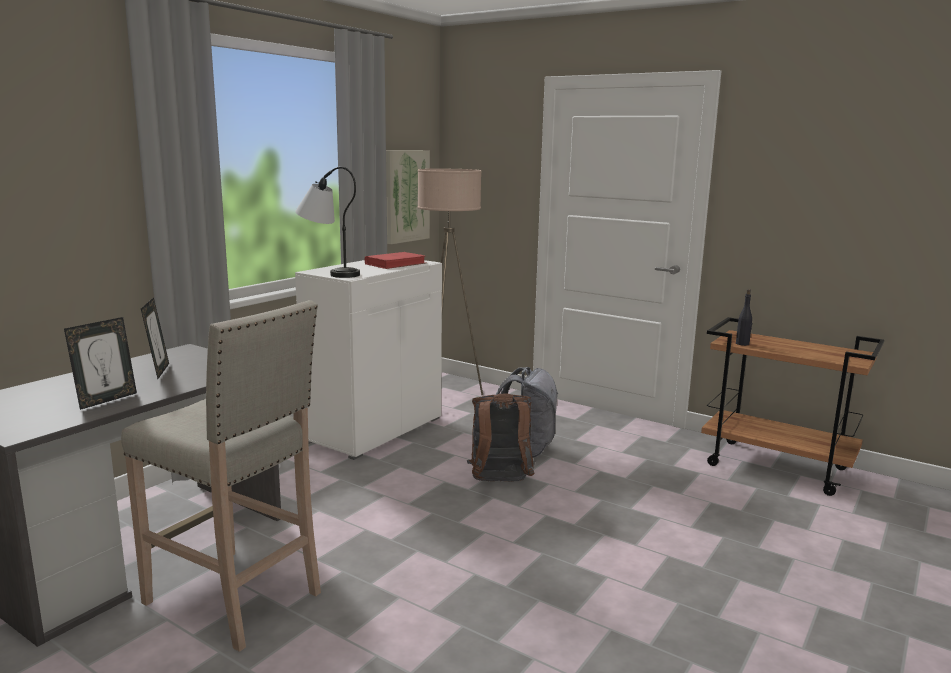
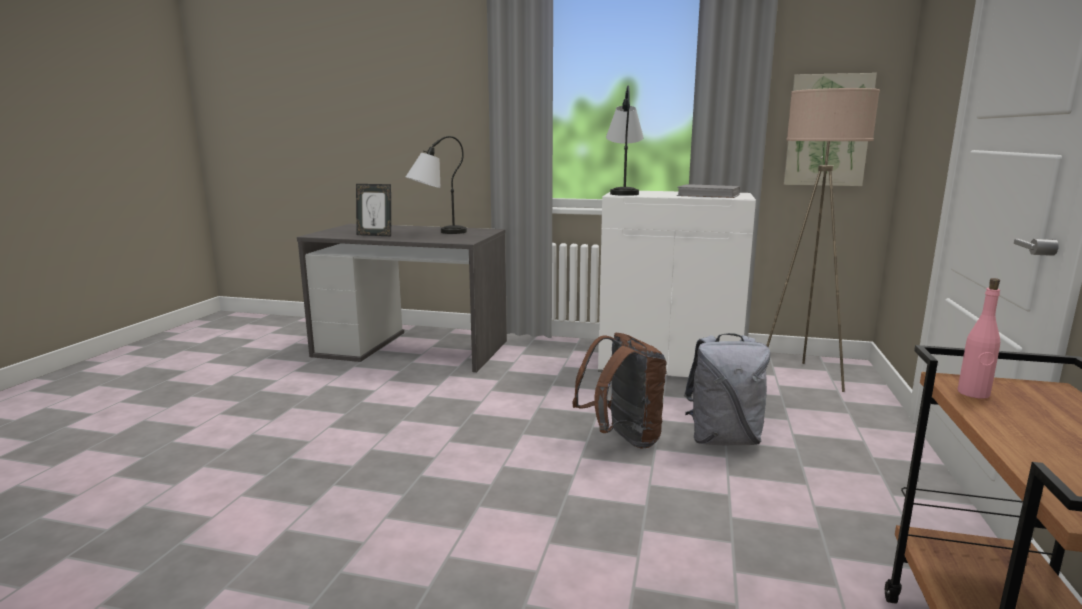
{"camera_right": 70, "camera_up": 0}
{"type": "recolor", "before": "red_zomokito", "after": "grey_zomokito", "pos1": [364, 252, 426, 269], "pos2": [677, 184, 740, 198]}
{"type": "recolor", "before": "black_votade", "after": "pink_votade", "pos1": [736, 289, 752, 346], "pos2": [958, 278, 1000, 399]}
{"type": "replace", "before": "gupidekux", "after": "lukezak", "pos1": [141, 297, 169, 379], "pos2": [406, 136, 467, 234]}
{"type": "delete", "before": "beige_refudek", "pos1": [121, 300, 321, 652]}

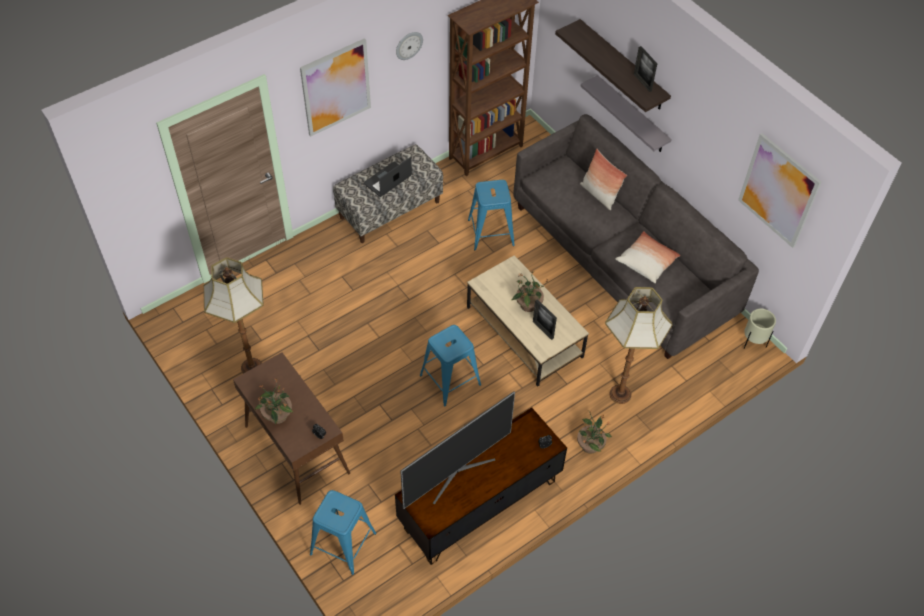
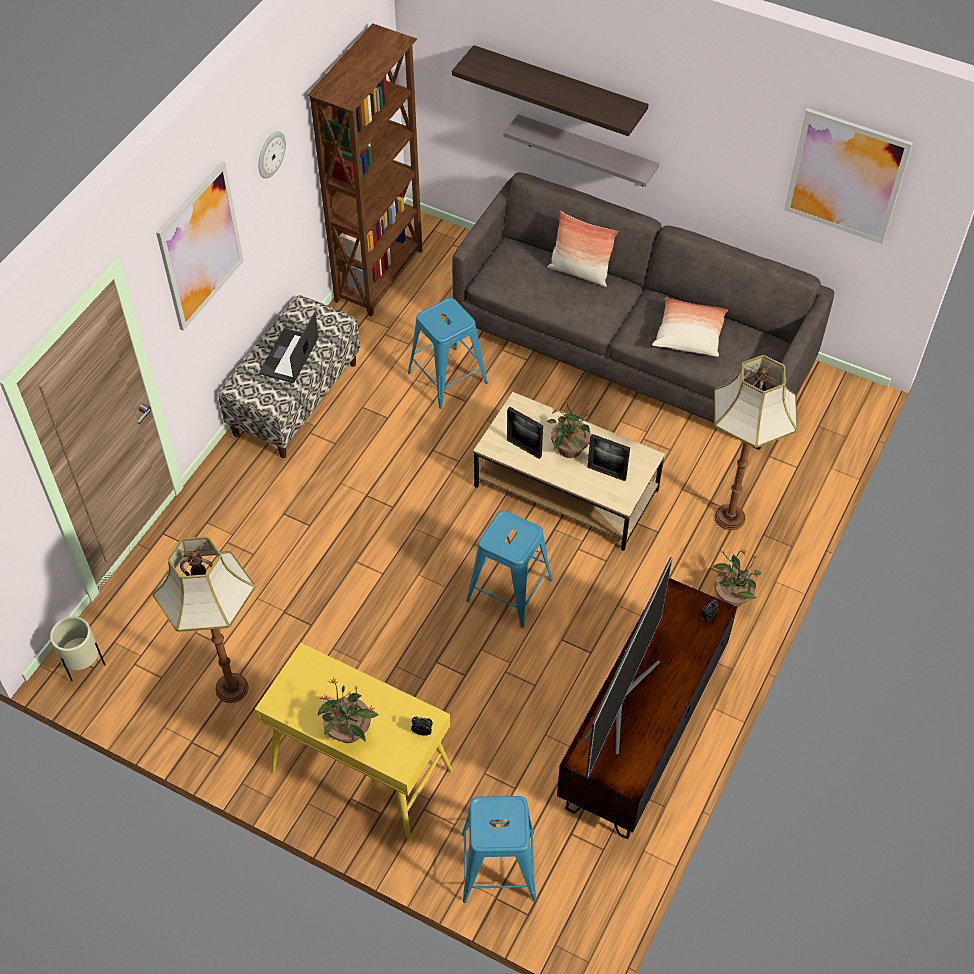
{"camera_right": -25, "camera_up": 0}
{"type": "move", "before": "gupidekux", "pos1": [634, 46, 657, 92], "pos2": [507, 407, 543, 459]}
{"type": "move", "before": "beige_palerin", "pos1": [744, 309, 776, 349], "pos2": [50, 616, 105, 681]}
{"type": "recolor", "before": "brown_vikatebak", "after": "yellow_vikatebak", "pos1": [233, 352, 350, 505], "pos2": [255, 643, 453, 843]}

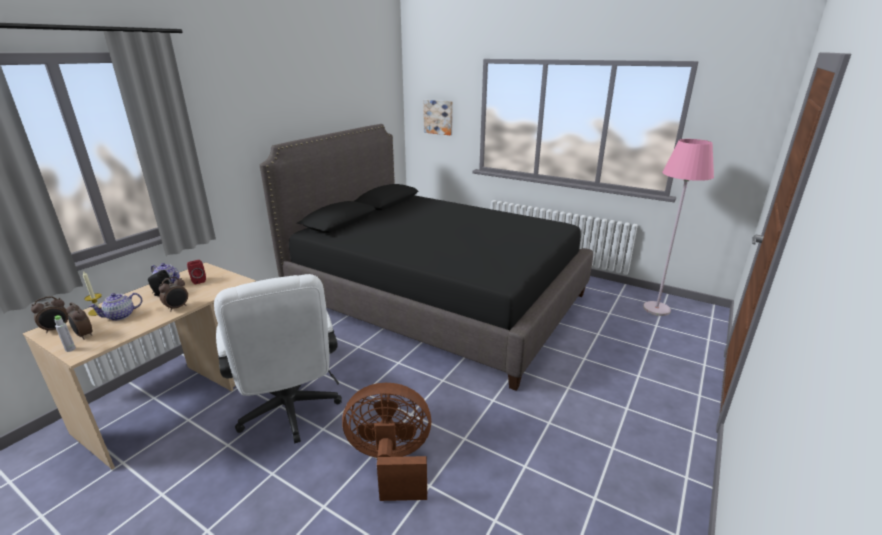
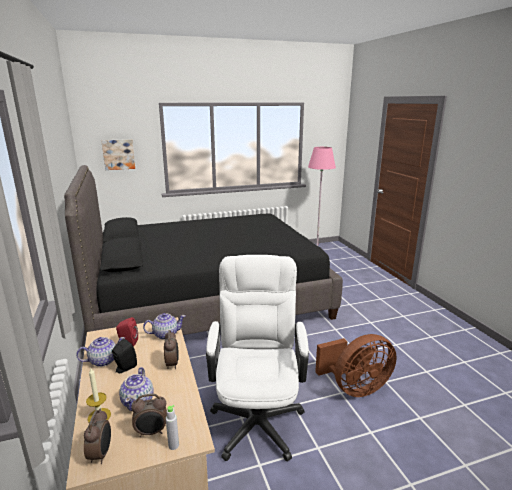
{"camera_right": -50, "camera_up": -5}
{"type": "rotate", "before": "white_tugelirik", "pos1": [214, 274, 342, 444], "pos2": [206, 255, 309, 462], "turn": -105}
{"type": "rotate", "before": "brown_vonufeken", "pos1": [342, 383, 431, 501], "pos2": [315, 334, 397, 397], "turn": -150}
{"type": "insert", "after": "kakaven", "pos2": [143, 313, 185, 340]}

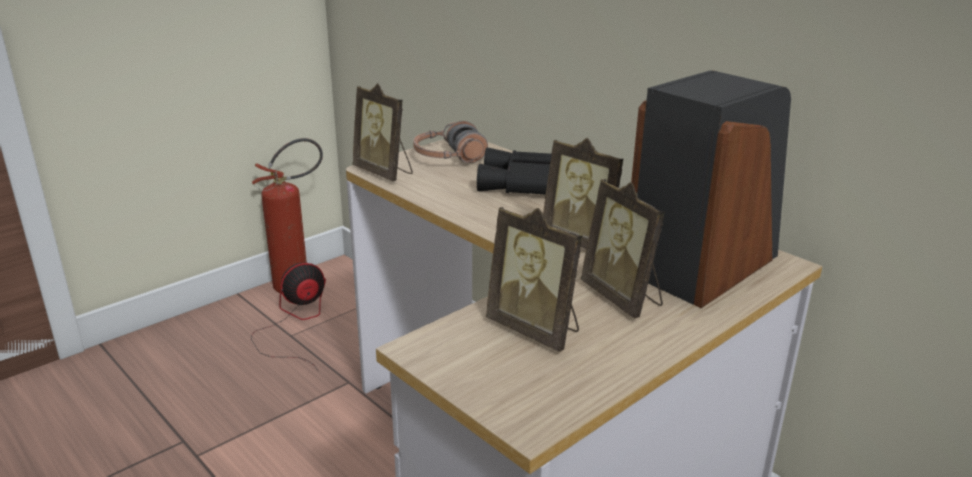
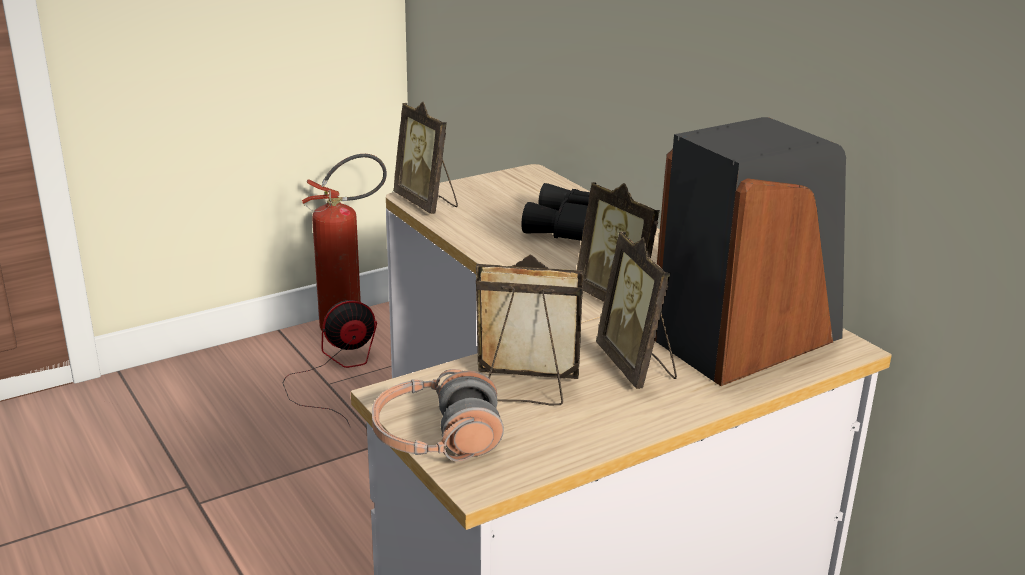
{"camera_right": 10, "camera_up": 0}
{"type": "move", "before": "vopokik", "pos1": [413, 121, 488, 163], "pos2": [372, 369, 504, 462]}
{"type": "rotate", "before": "gupidekux", "pos1": [486, 207, 582, 352], "pos2": [476, 255, 583, 405], "turn": 135}

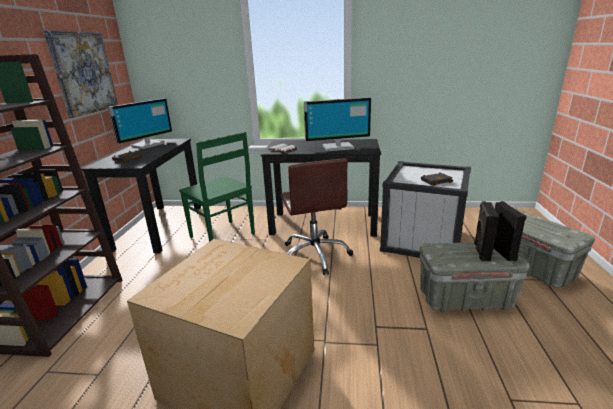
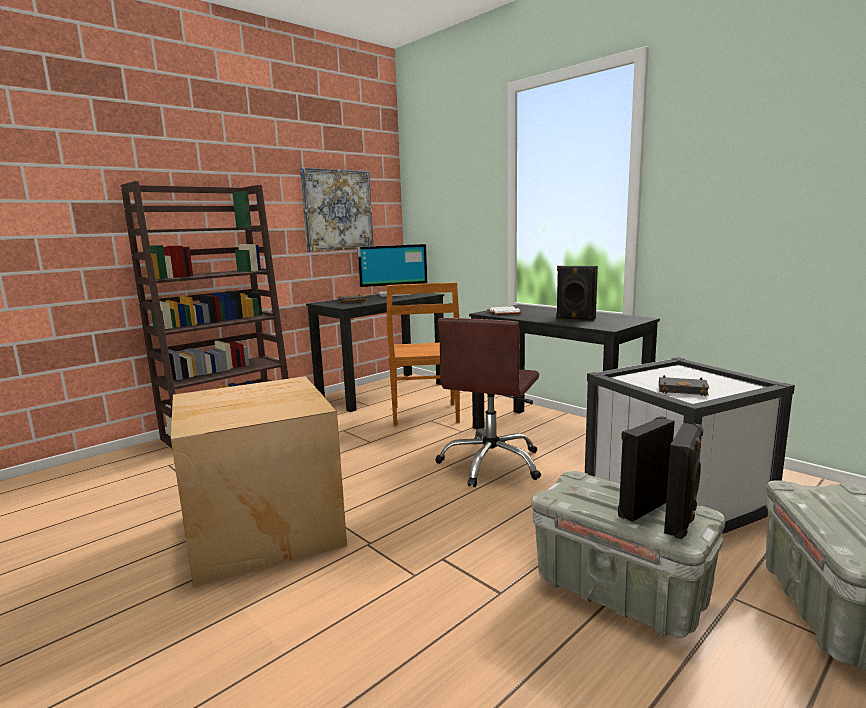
{"camera_right": 40, "camera_up": -10}
{"type": "replace", "before": "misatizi", "after": "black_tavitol", "pos1": [304, 97, 371, 151], "pos2": [556, 266, 598, 321]}
{"type": "recolor", "before": "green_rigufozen", "after": "brown_rigufozen", "pos1": [179, 132, 255, 242], "pos2": [387, 282, 460, 426]}

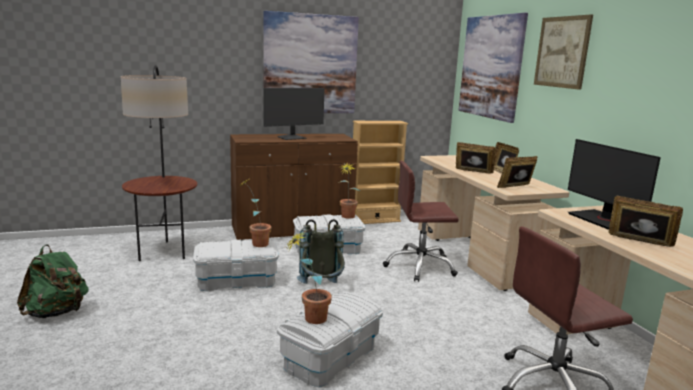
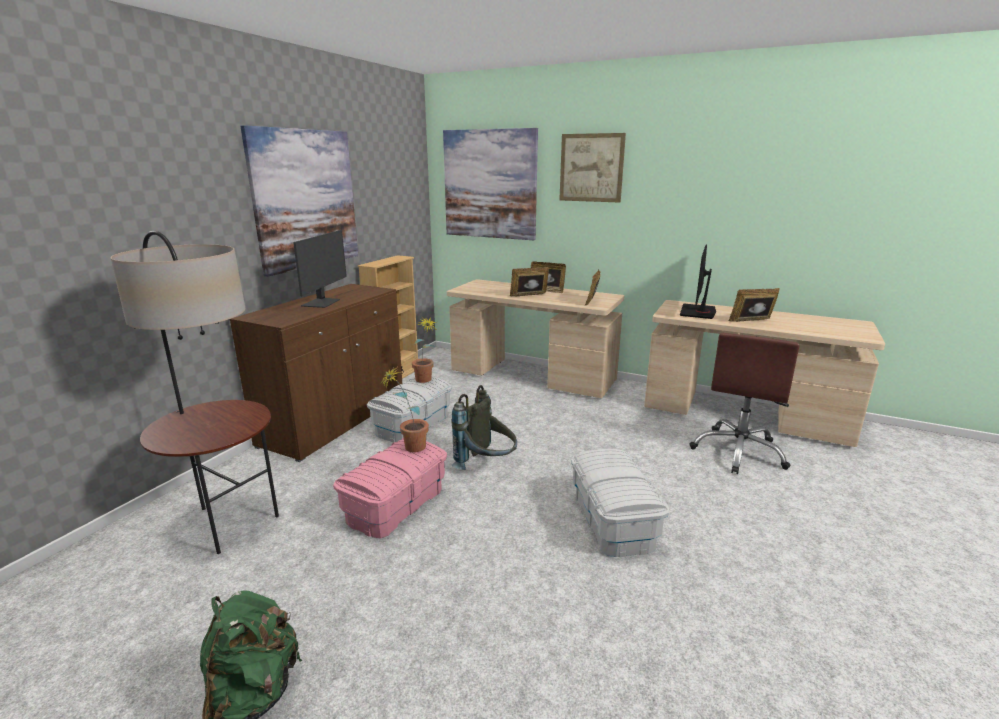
{"camera_right": -45, "camera_up": 5}
{"type": "rotate", "before": "misatizi", "pos1": [568, 139, 661, 230], "pos2": [680, 244, 716, 319], "turn": 90}
{"type": "delete", "before": "brown_tugelirik", "pos1": [383, 161, 459, 282]}
{"type": "delete", "before": "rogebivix", "pos1": [285, 232, 332, 324]}
{"type": "recolor", "before": "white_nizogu", "after": "pink_nizogu", "pos1": [193, 239, 279, 291], "pos2": [333, 438, 447, 539]}

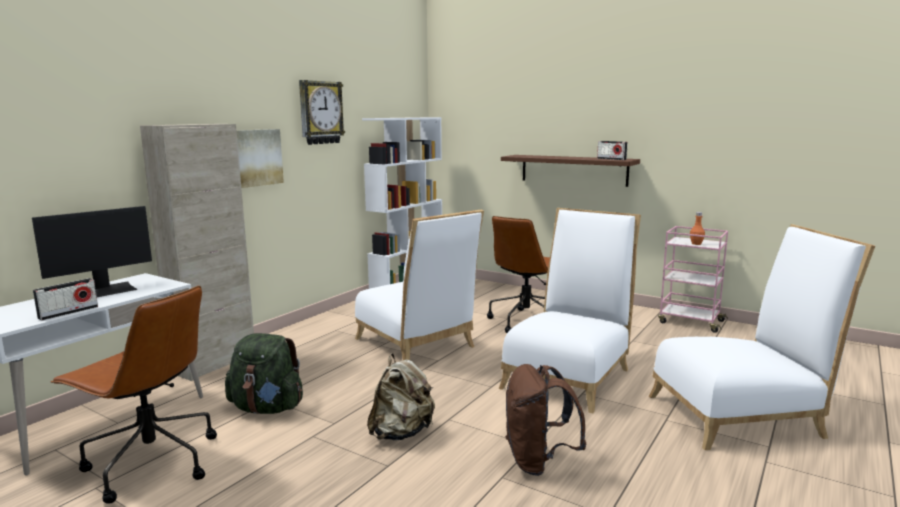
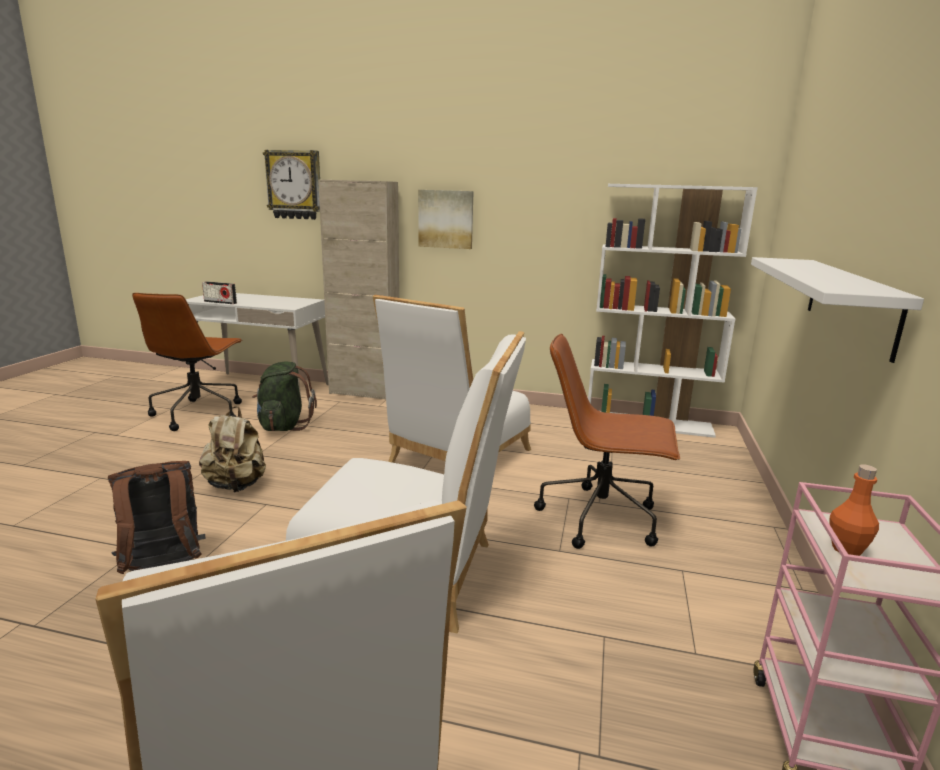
{"camera_right": 70, "camera_up": 5}
{"type": "move", "before": "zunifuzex", "pos1": [299, 80, 345, 145], "pos2": [263, 150, 320, 220]}
{"type": "delete", "before": "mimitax", "pos1": [597, 141, 628, 160]}
{"type": "recolor", "before": "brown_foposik", "after": "white_foposik", "pos1": [501, 155, 640, 187], "pos2": [751, 257, 924, 363]}
{"type": "delete", "before": "misatizi", "pos1": [32, 206, 152, 297]}

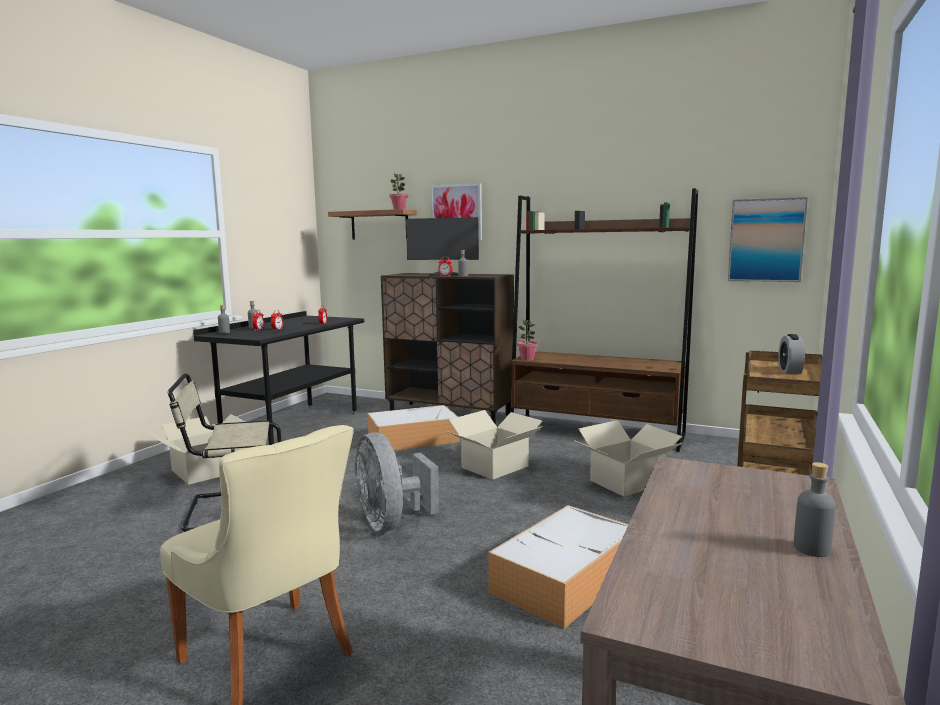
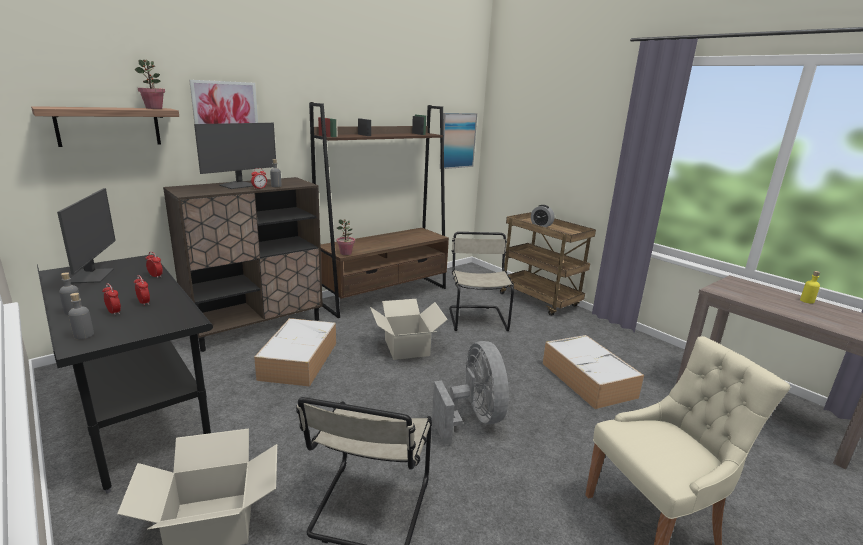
{"camera_right": -65, "camera_up": 10}
{"type": "replace", "before": "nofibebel", "after": "beige_rigufozen", "pos1": [574, 420, 682, 497], "pos2": [449, 232, 514, 331]}
{"type": "rotate", "before": "grey_vonufeken", "pos1": [354, 433, 439, 532], "pos2": [432, 341, 509, 444], "turn": -105}
{"type": "recolor", "before": "grey_votade", "after": "yellow_votade", "pos1": [794, 462, 836, 557], "pos2": [800, 271, 820, 304]}
{"type": "insert", "after": "misatizi", "pos2": [57, 188, 116, 283]}

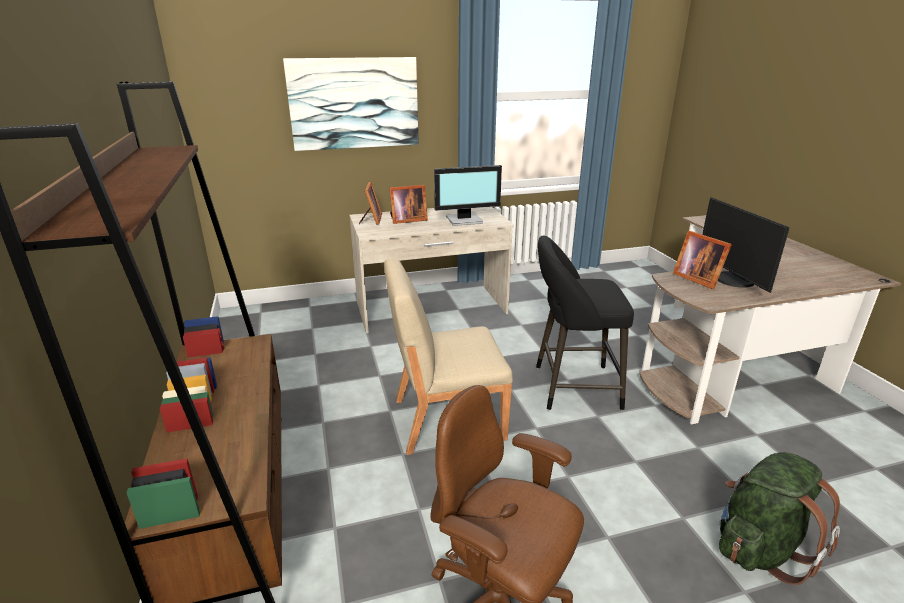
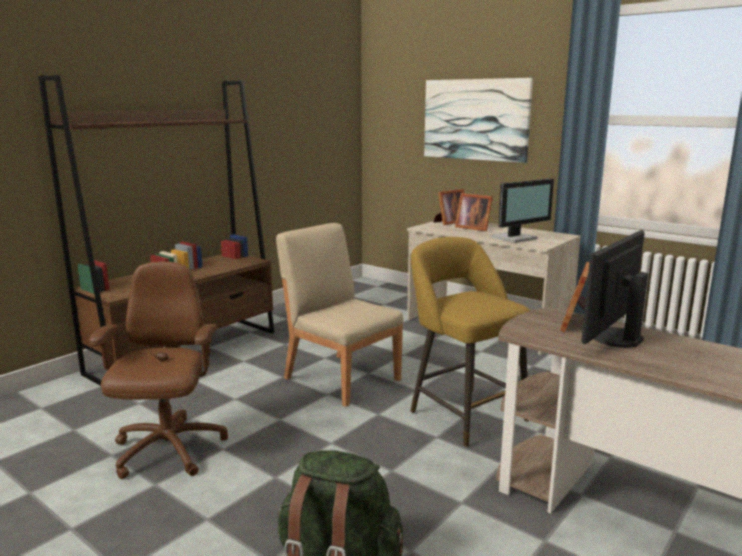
{"camera_right": 55, "camera_up": -10}
{"type": "rotate", "before": "misatizi", "pos1": [434, 165, 502, 226], "pos2": [491, 178, 554, 243], "turn": -75}
{"type": "recolor", "before": "black_refudek", "after": "yellow_refudek", "pos1": [536, 236, 634, 410], "pos2": [411, 237, 530, 447]}

